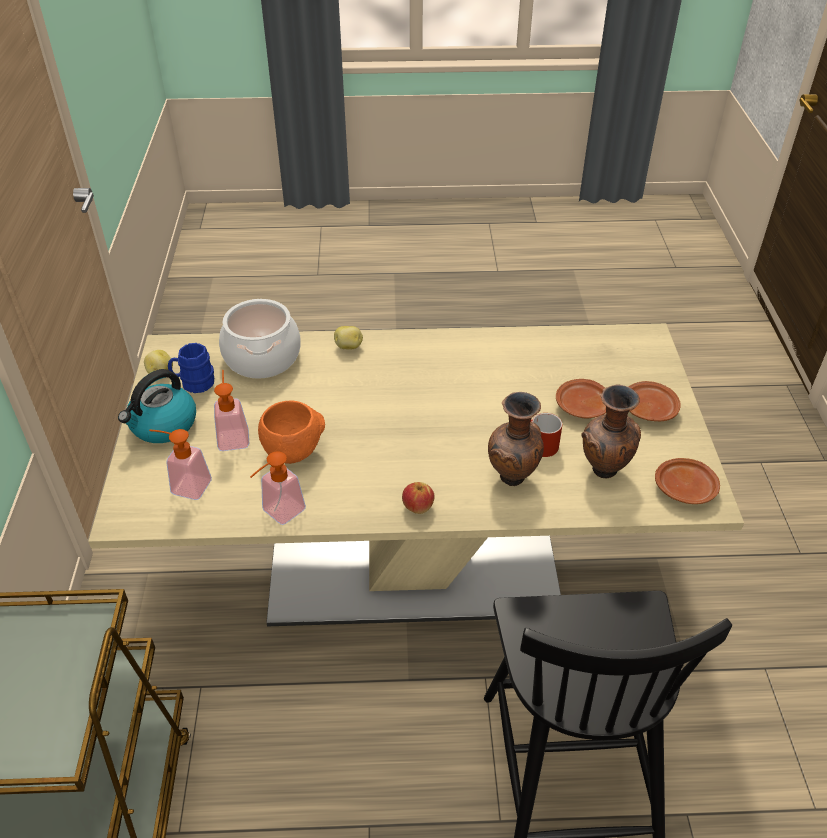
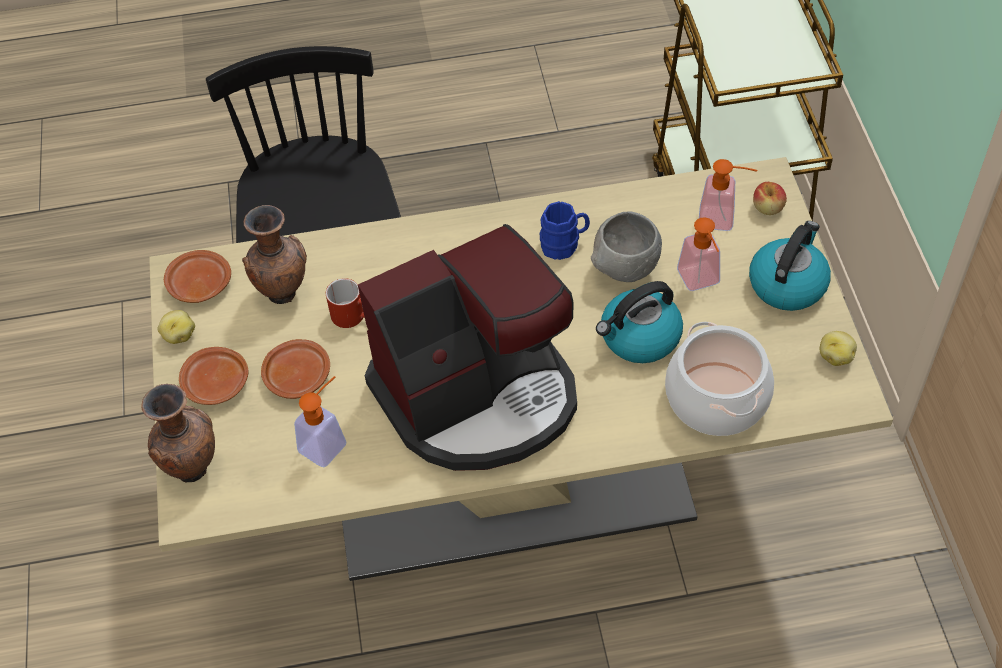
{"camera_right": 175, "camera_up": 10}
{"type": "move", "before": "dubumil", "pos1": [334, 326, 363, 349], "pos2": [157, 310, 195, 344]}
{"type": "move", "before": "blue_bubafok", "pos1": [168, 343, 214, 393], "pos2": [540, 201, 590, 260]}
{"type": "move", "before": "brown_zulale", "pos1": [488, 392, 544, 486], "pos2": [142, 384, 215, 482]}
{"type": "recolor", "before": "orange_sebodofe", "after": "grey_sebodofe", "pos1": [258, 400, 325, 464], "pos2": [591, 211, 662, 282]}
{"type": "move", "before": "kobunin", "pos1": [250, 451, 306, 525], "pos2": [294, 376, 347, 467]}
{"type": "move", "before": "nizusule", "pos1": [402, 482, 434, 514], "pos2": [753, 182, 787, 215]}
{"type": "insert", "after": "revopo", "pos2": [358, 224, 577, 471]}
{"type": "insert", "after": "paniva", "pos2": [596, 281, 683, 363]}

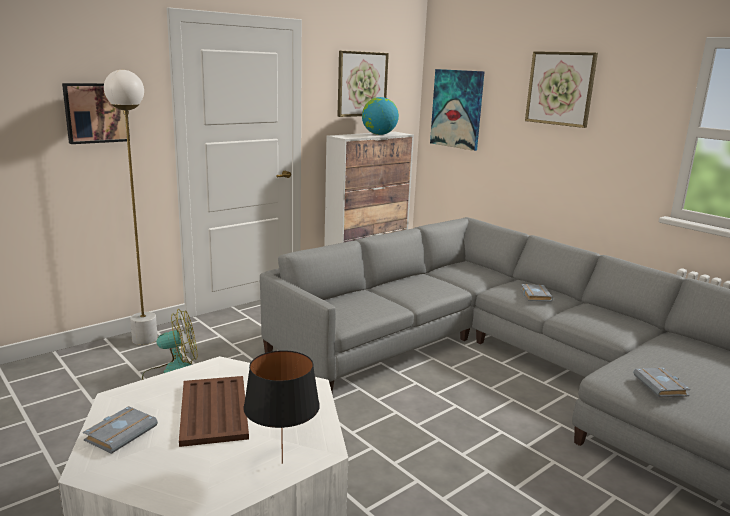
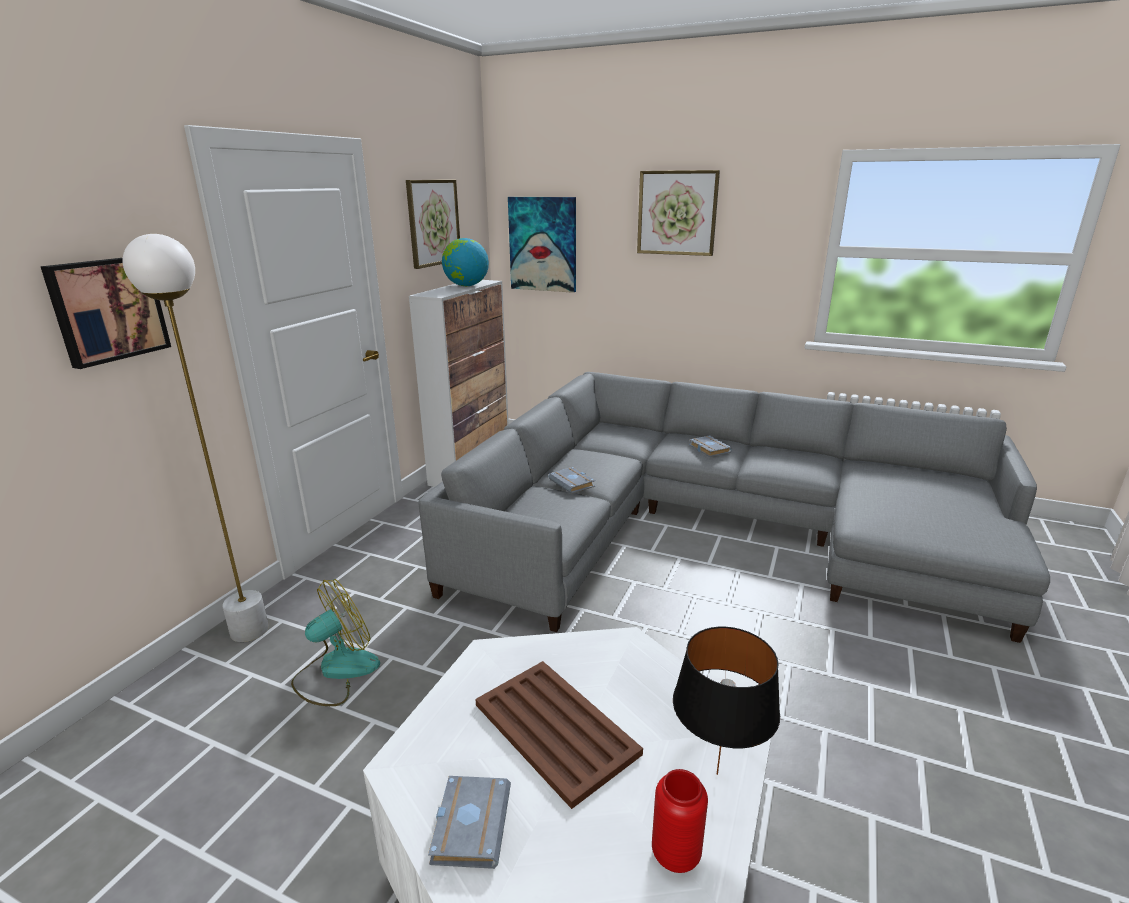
{"camera_right": -25, "camera_up": 5}
{"type": "move", "before": "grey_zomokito", "pos1": [633, 368, 691, 398], "pos2": [549, 467, 595, 494]}
{"type": "insert", "after": "red_zulale", "pos2": [652, 769, 708, 873]}

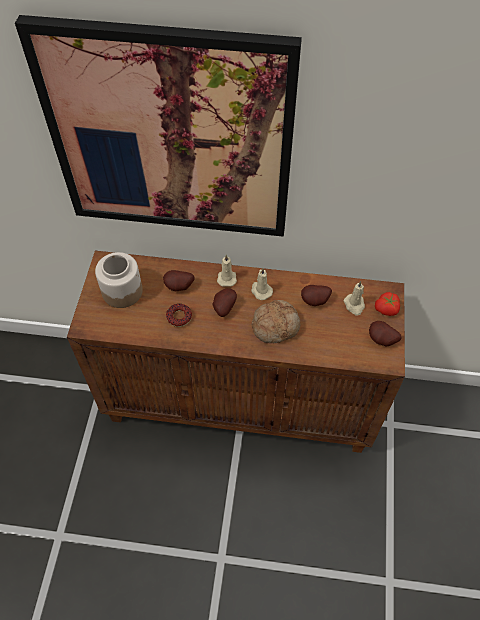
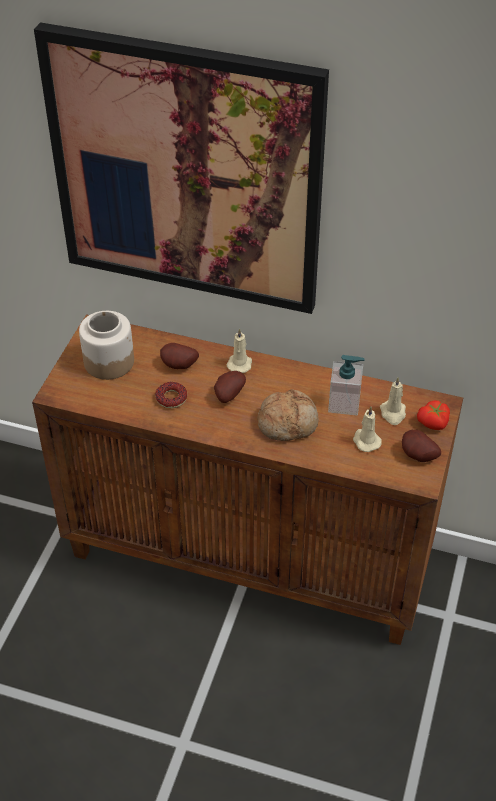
{"camera_right": 10, "camera_up": -10}
{"type": "move", "before": "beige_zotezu", "pos1": [251, 268, 273, 300], "pos2": [353, 406, 382, 452]}
{"type": "replace", "before": "dubumil", "after": "kobunin", "pos1": [301, 285, 332, 306], "pos2": [328, 355, 365, 416]}

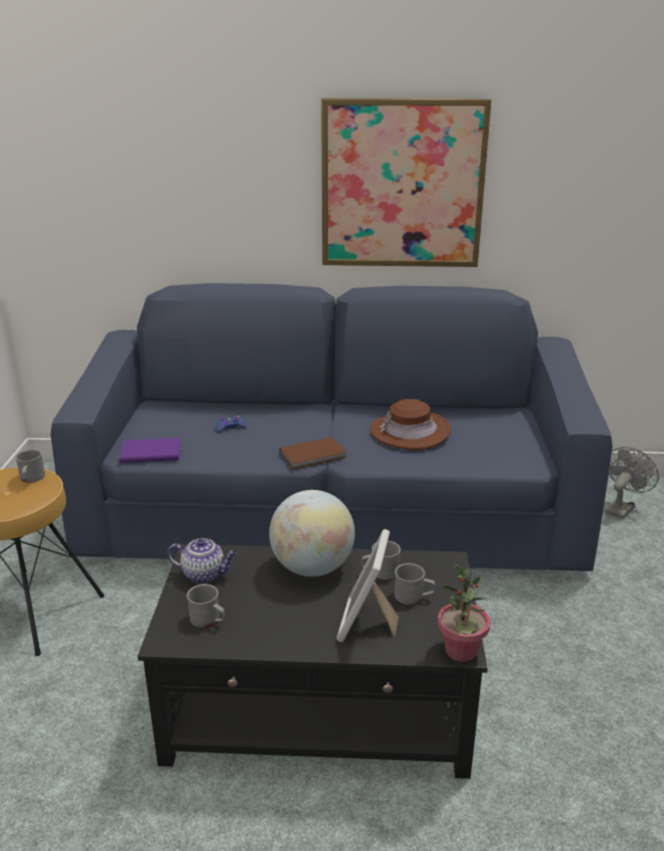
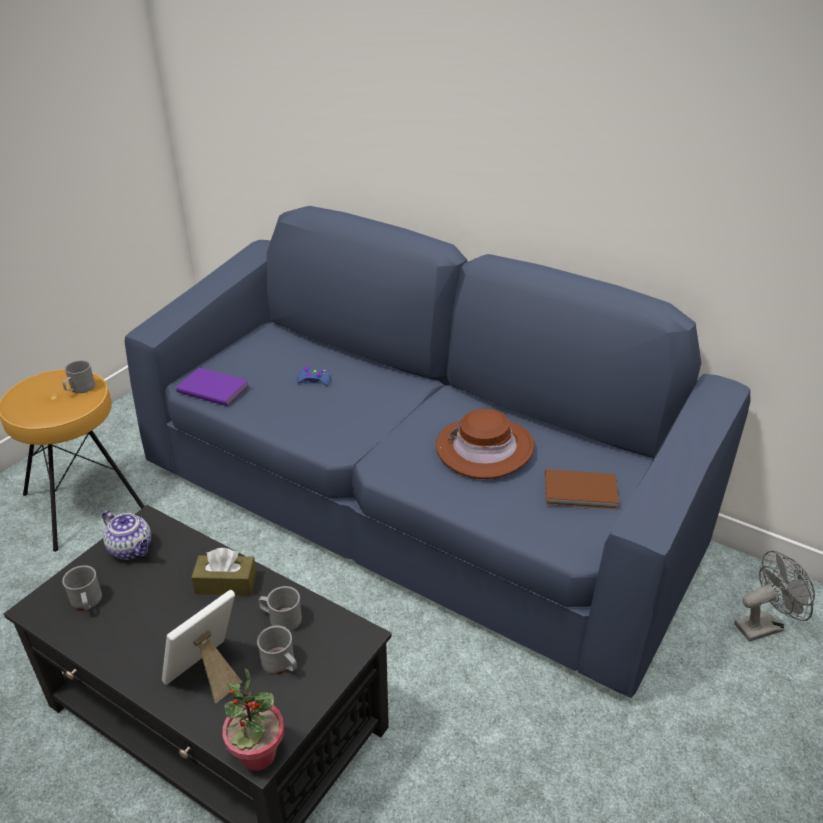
{"camera_right": 30, "camera_up": 10}
{"type": "delete", "before": "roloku", "pos1": [321, 98, 492, 267]}
{"type": "move", "before": "brown_zomokito", "pos1": [279, 437, 346, 470], "pos2": [545, 469, 619, 509]}
{"type": "replace", "before": "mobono", "after": "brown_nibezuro", "pos1": [269, 490, 355, 577], "pos2": [191, 548, 257, 596]}

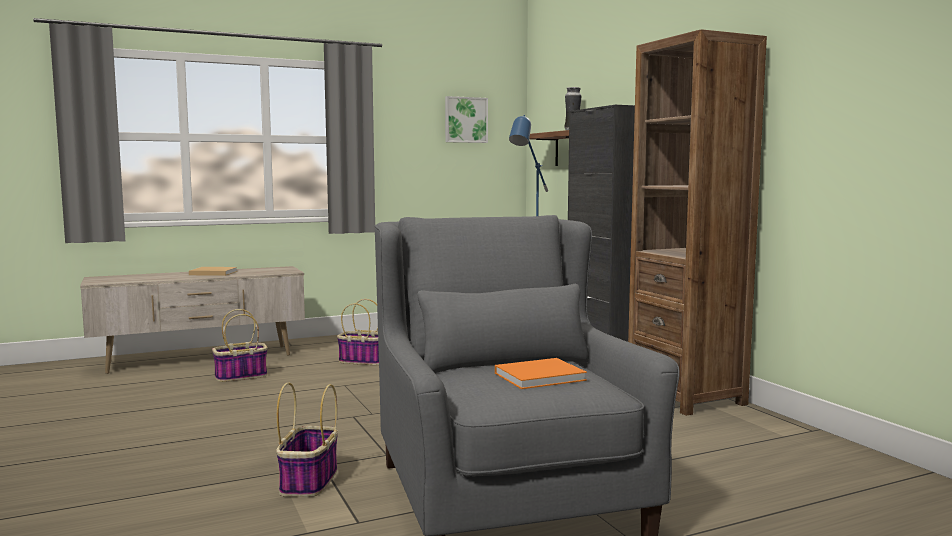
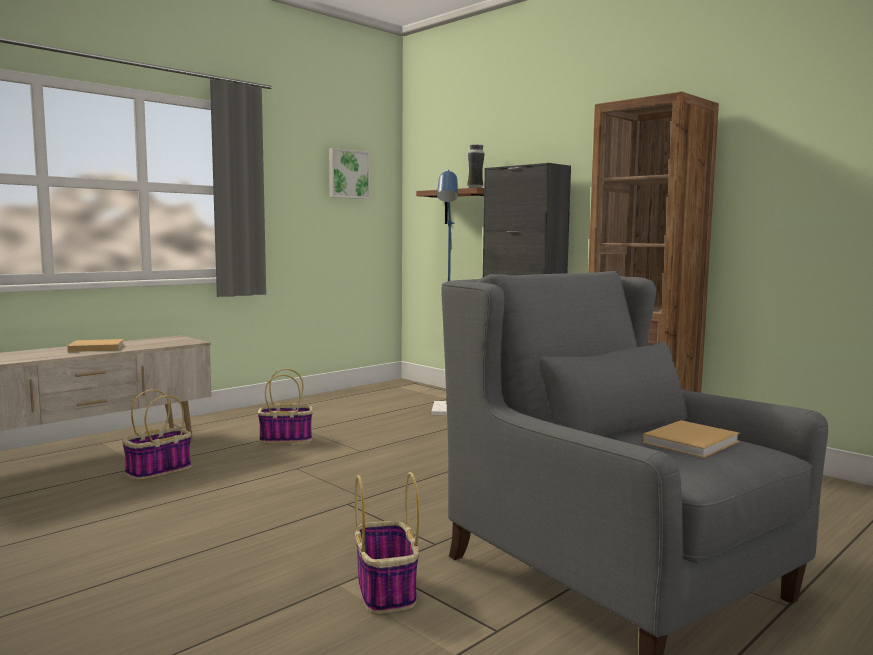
{"camera_right": -20, "camera_up": 0}
{"type": "recolor", "before": "orange_zomokito", "after": "beige_zomokito", "pos1": [495, 358, 587, 389], "pos2": [643, 420, 740, 458]}

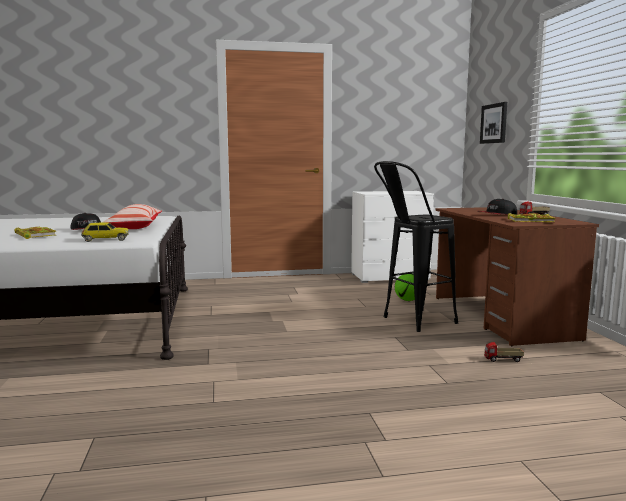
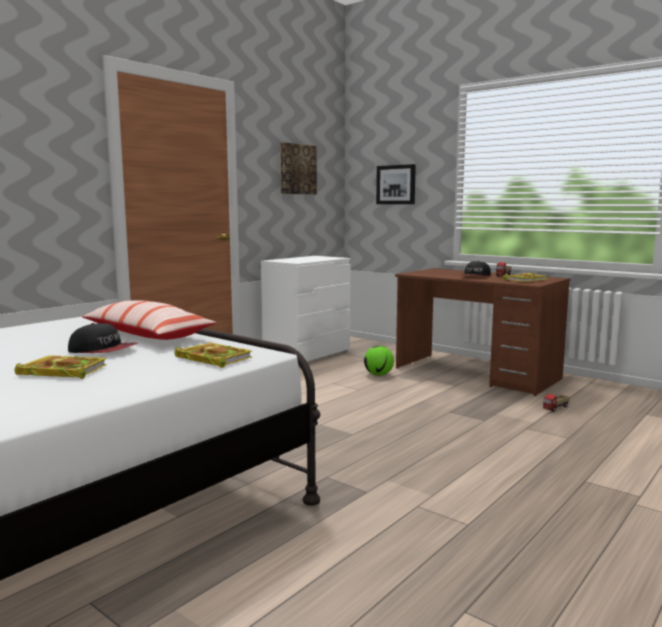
{"camera_right": -40, "camera_up": 0}
{"type": "delete", "before": "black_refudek", "pos1": [374, 161, 458, 332]}
{"type": "replace", "before": "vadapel", "after": "zomokito", "pos1": [81, 222, 129, 242], "pos2": [175, 343, 252, 368]}
{"type": "insert", "after": "roloku", "pos2": [280, 142, 317, 194]}

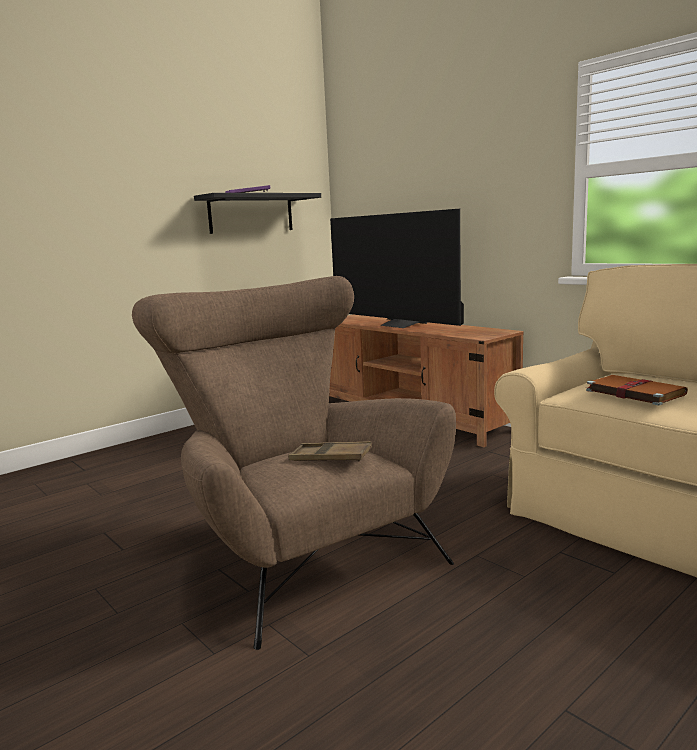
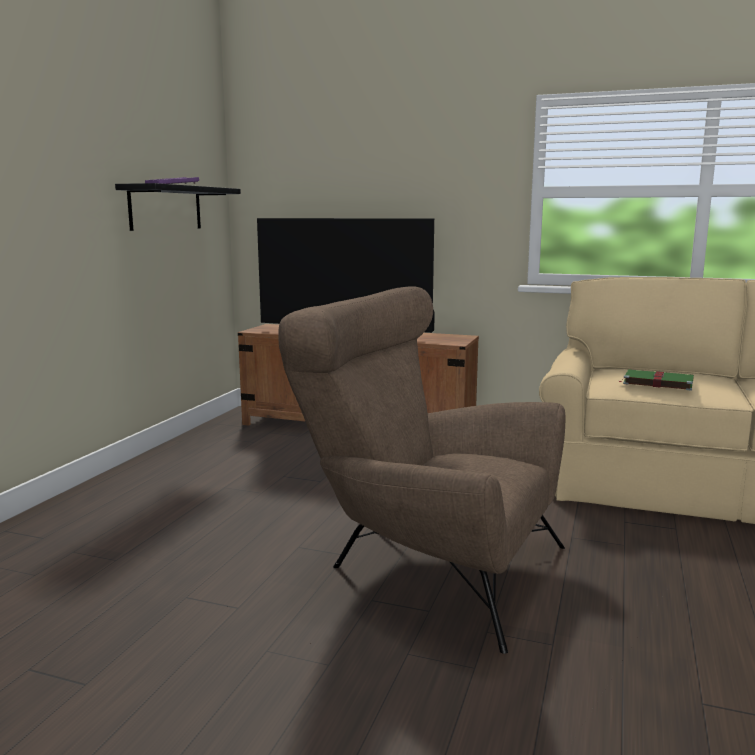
{"camera_right": -30, "camera_up": 0}
{"type": "recolor", "before": "brown_zomokito", "after": "green_zomokito", "pos1": [586, 375, 688, 405], "pos2": [619, 369, 694, 391]}
{"type": "delete", "before": "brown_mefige", "pos1": [288, 441, 372, 462]}

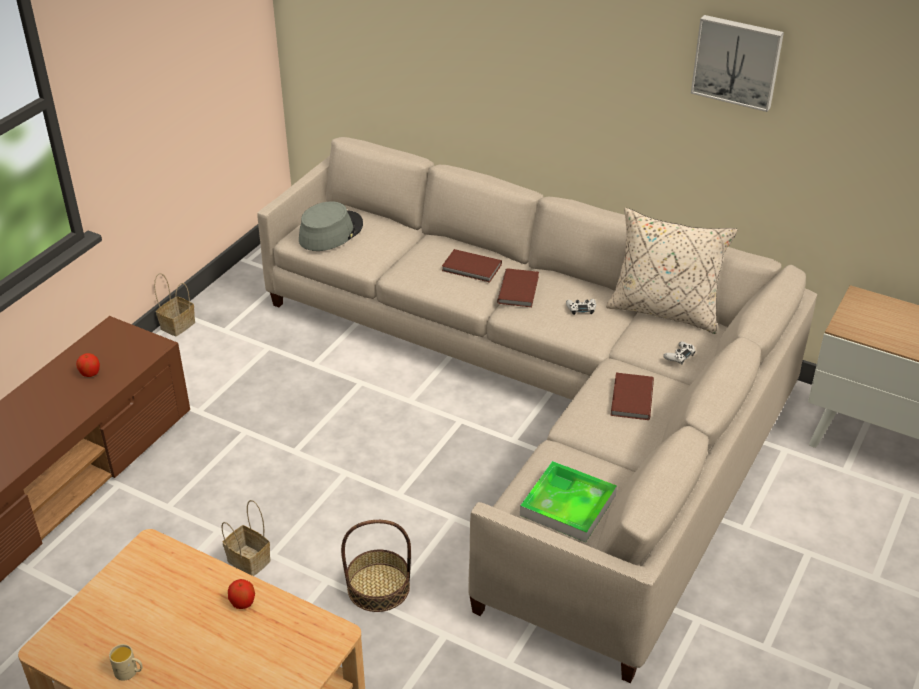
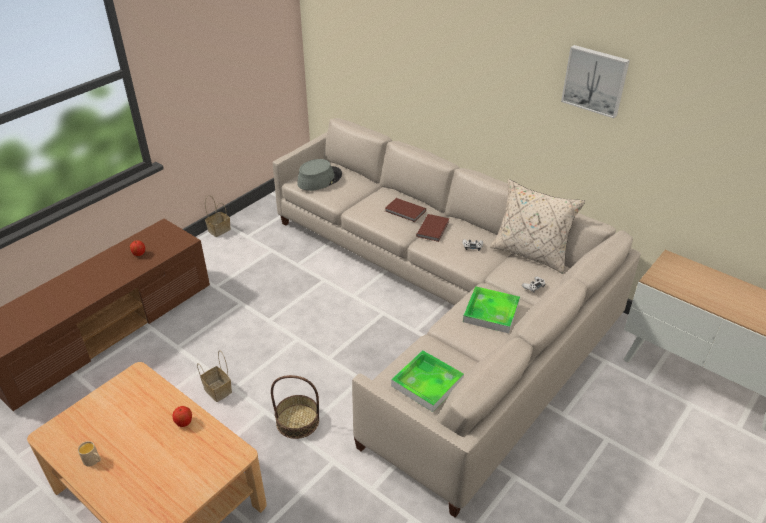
{"camera_right": 10, "camera_up": 0}
{"type": "replace", "before": "brown_zomokito", "after": "mefige", "pos1": [611, 373, 654, 420], "pos2": [463, 286, 520, 333]}

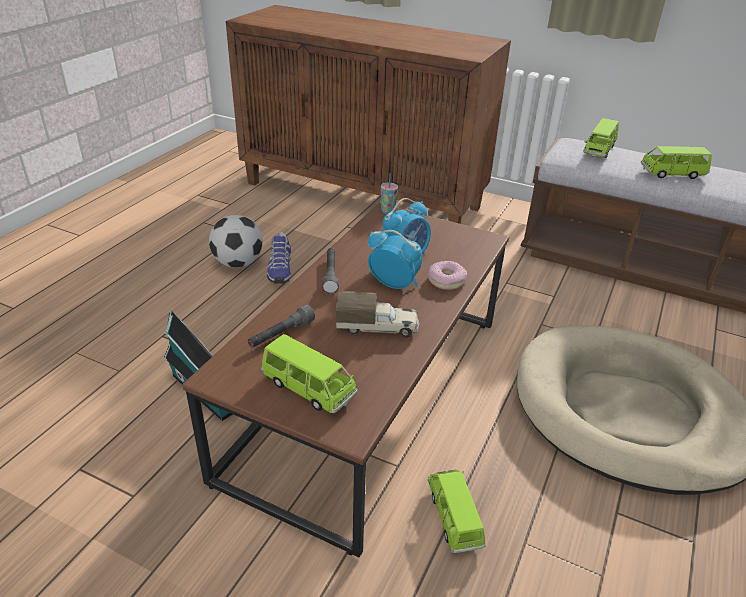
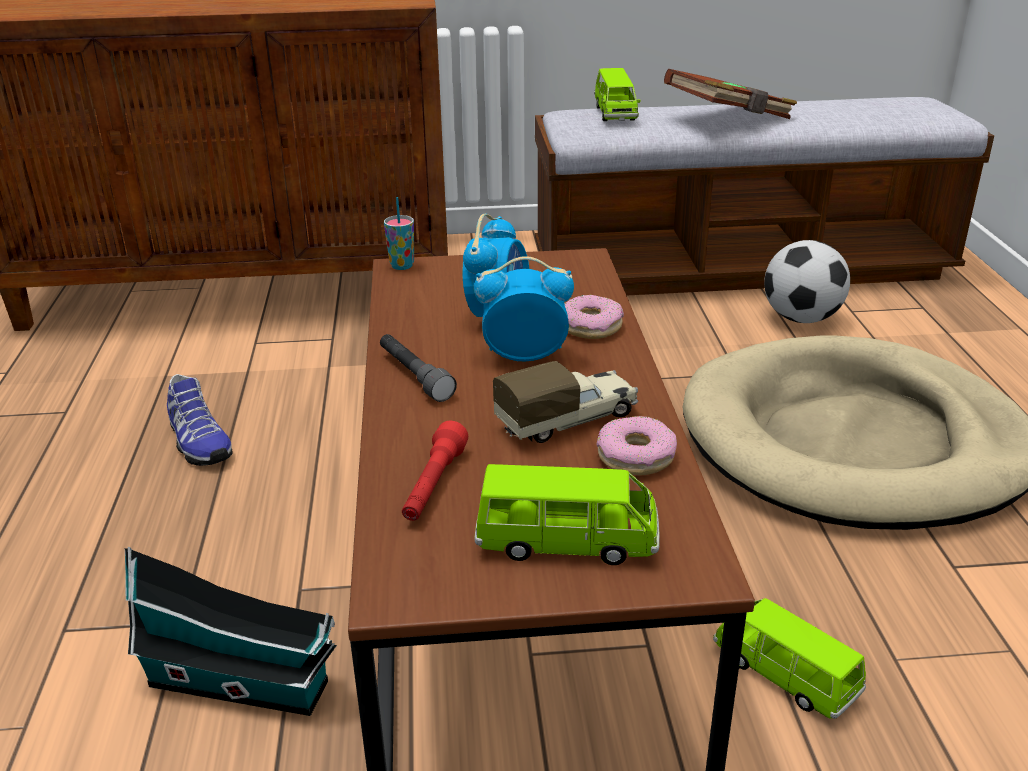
{"camera_right": -30, "camera_up": -5}
{"type": "replace", "before": "green_vadapel", "after": "brown_zomokito", "pos1": [641, 146, 712, 179], "pos2": [664, 69, 797, 119]}
{"type": "move", "before": "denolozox", "pos1": [209, 215, 263, 268], "pos2": [764, 240, 850, 323]}
{"type": "recolor", "before": "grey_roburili", "after": "red_roburili", "pos1": [248, 305, 315, 348], "pos2": [402, 421, 468, 521]}
{"type": "insert", "after": "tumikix", "pos2": [597, 416, 677, 475]}

